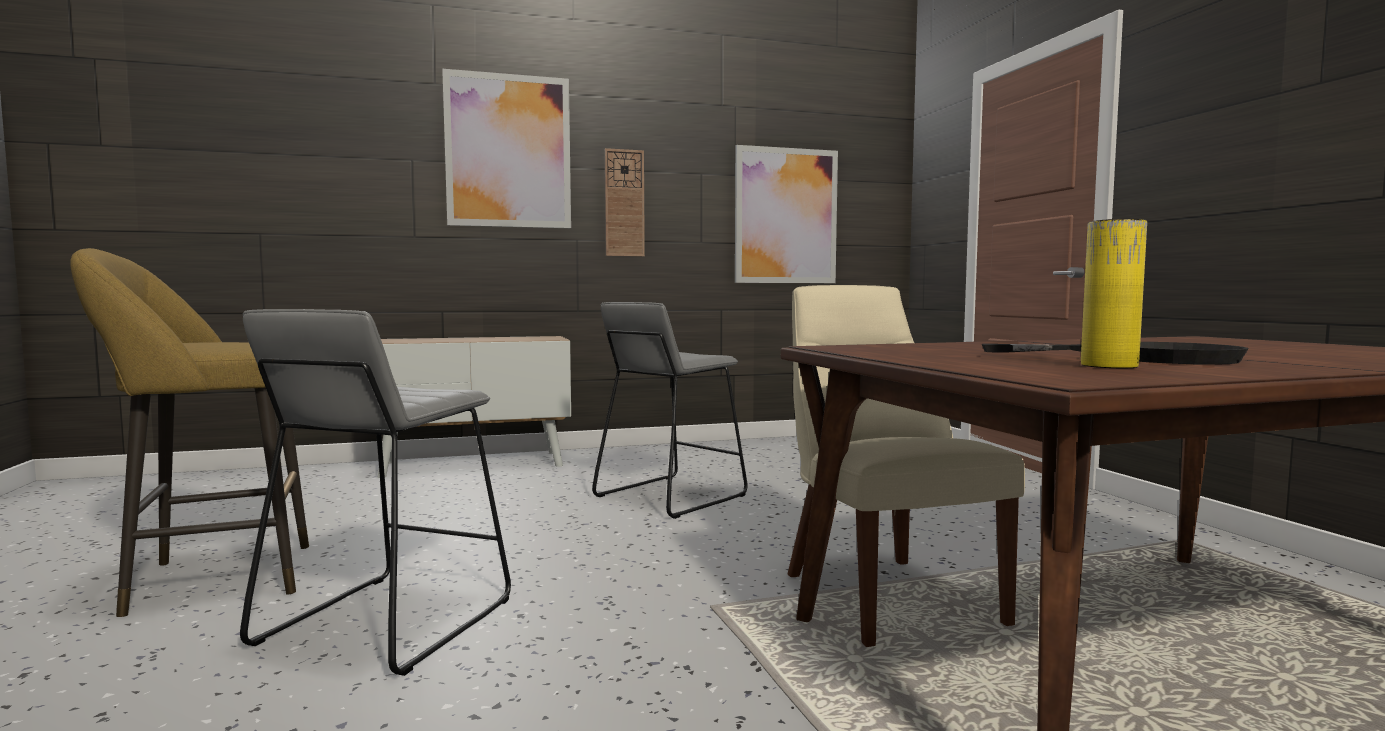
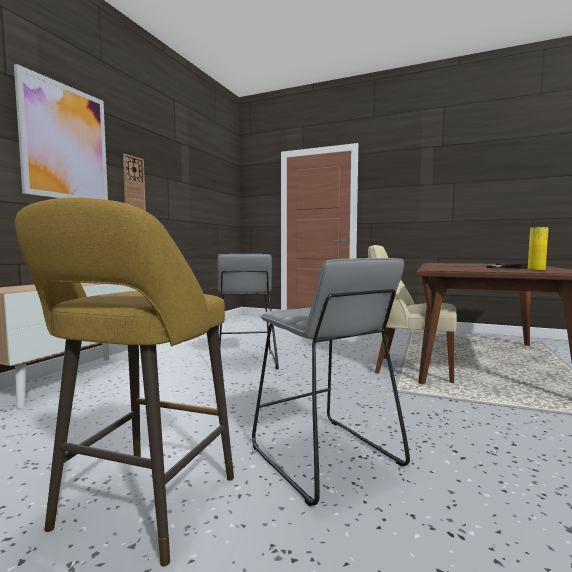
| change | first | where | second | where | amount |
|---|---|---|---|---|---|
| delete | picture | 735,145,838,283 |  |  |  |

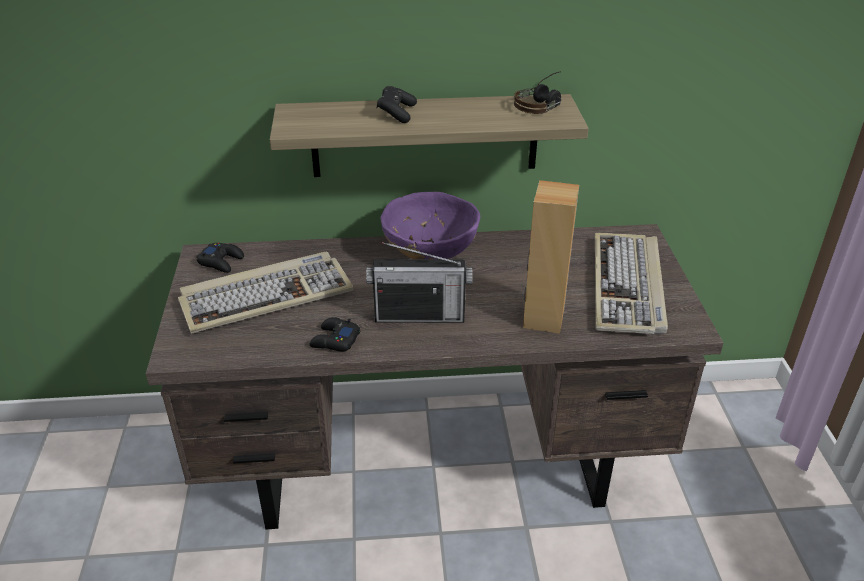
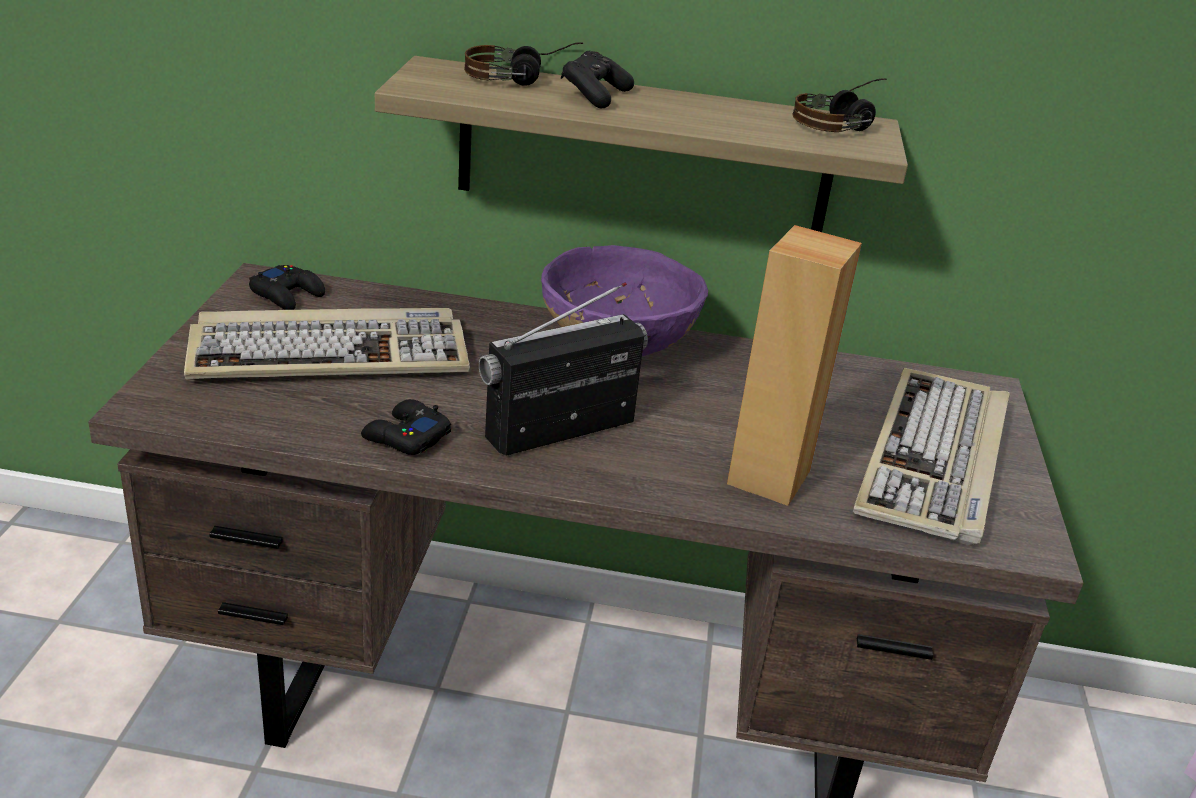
| change | first | where | second | where | amount |
|---|---|---|---|---|---|
| insert |  |  | headphones | 464,42,583,86 |  |
| rotate | radio | 366,242,473,323 |  | 479,282,648,456 | 135 degrees clockwise |

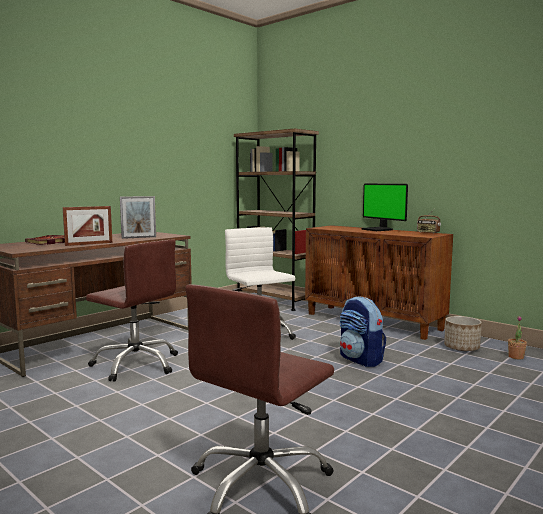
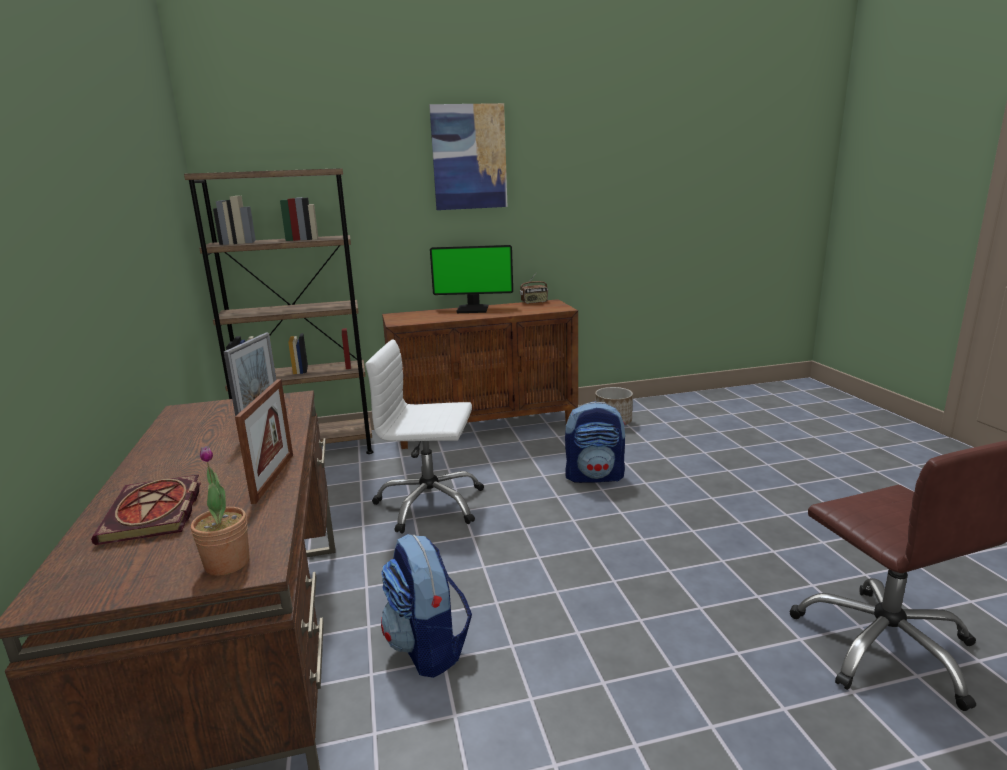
| change | first | where | second | where | amount |
|---|---|---|---|---|---|
| move | potted plant | 508,316,527,360 |  | 191,446,250,576 |  |
| replace | office chair in brown | 86,240,178,382 | backpack | 381,534,472,678 |  |
| insert |  |  | picture | 429,103,507,210 |  |

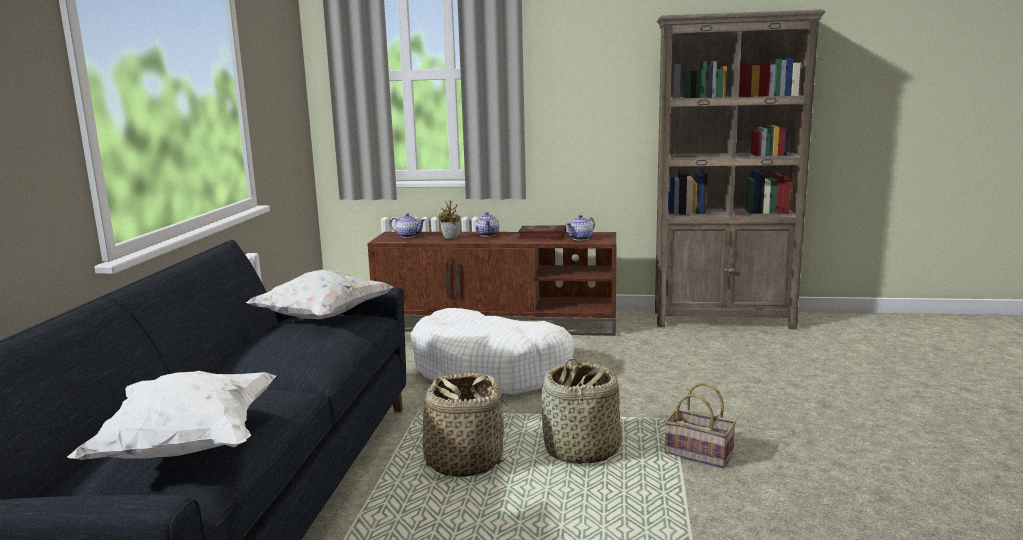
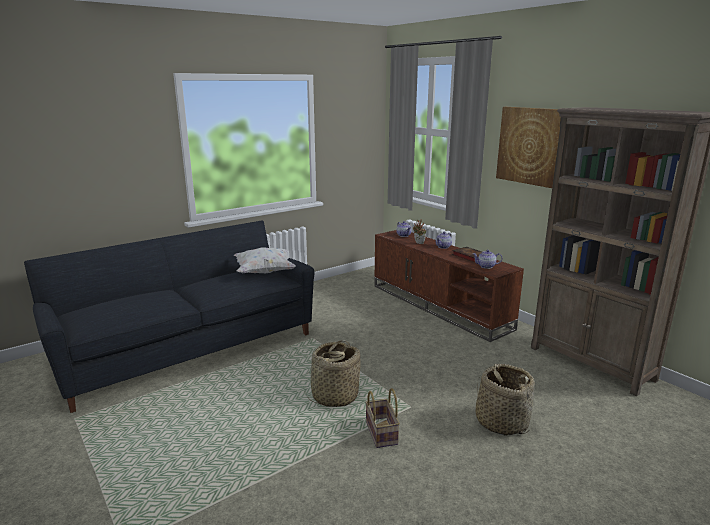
| change | first | where | second | where | amount |
|---|---|---|---|---|---|
| move | basket | 408,373,513,477 |  | 476,363,535,436 |  |
| insert |  |  | picture | 496,107,561,188 |  |
| delete | pillow in white | 67,371,276,460 |  |  |  |
| delete | dog bed in white | 411,308,575,394 |  |  |  |

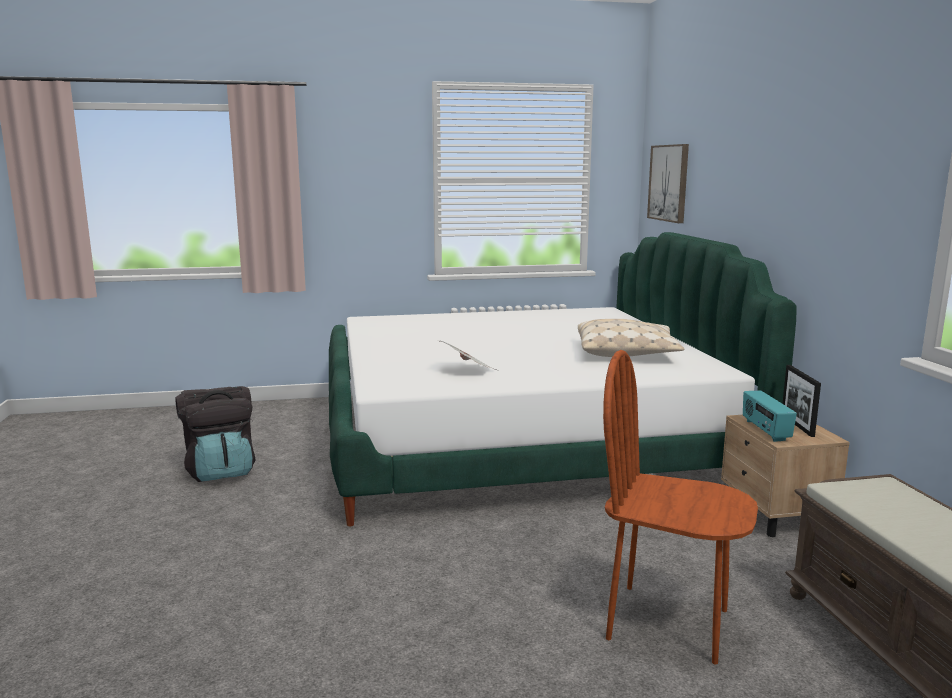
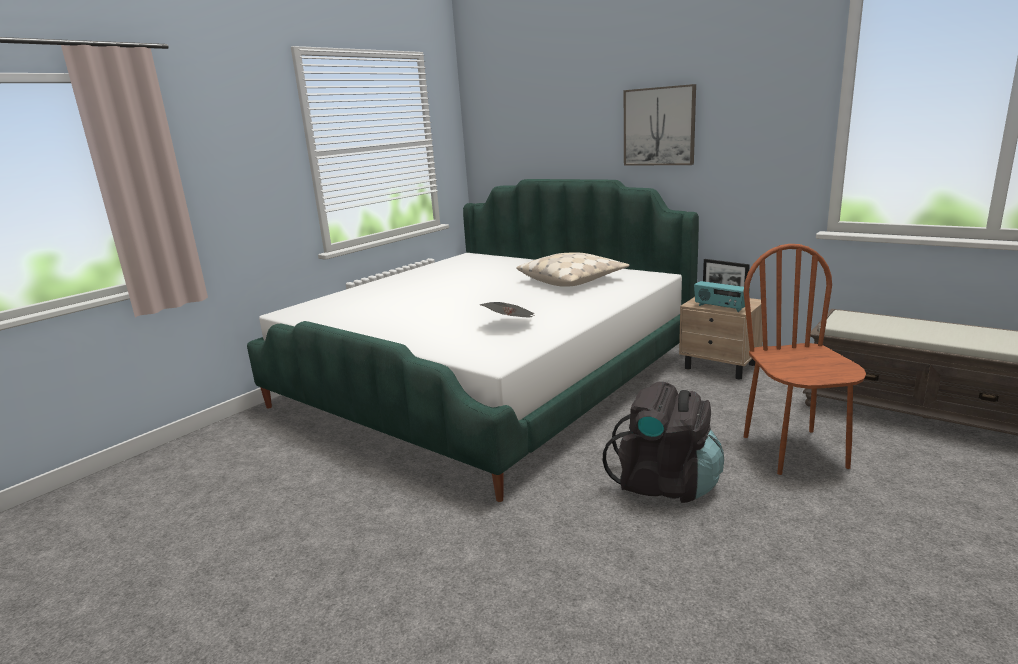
| change | first | where | second | where | amount |
|---|---|---|---|---|---|
| move | backpack in black | 175,386,256,482 |  | 603,382,724,503 |  |
| move | picture | 647,144,689,223 |  | 624,84,696,166 |  |
| rotate | chair in brown | 603,350,758,665 |  | 744,244,866,475 | 105 degrees clockwise |

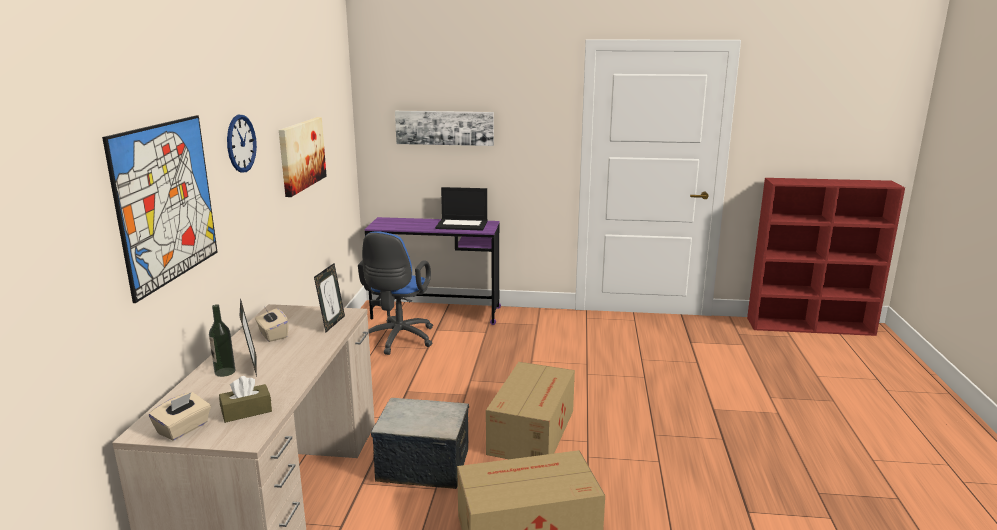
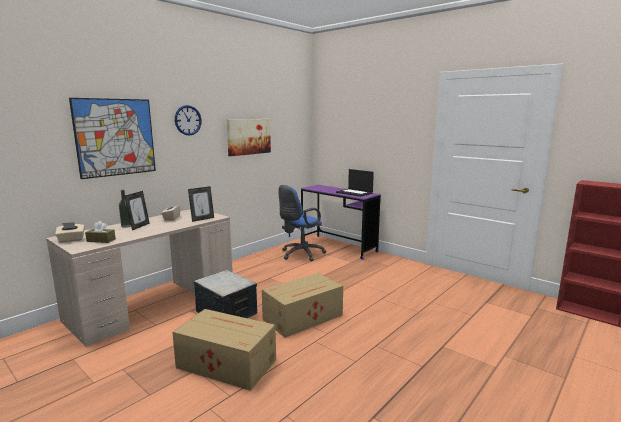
| change | first | where | second | where | amount |
|---|---|---|---|---|---|
| delete | picture | 395,111,494,146 |  |  |  |

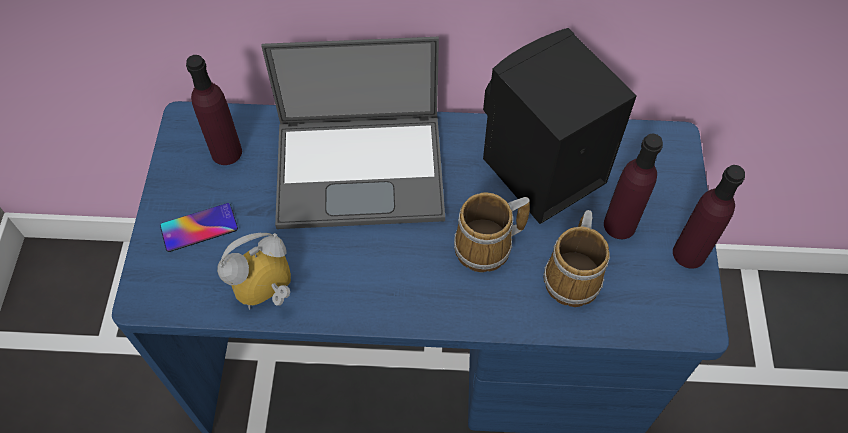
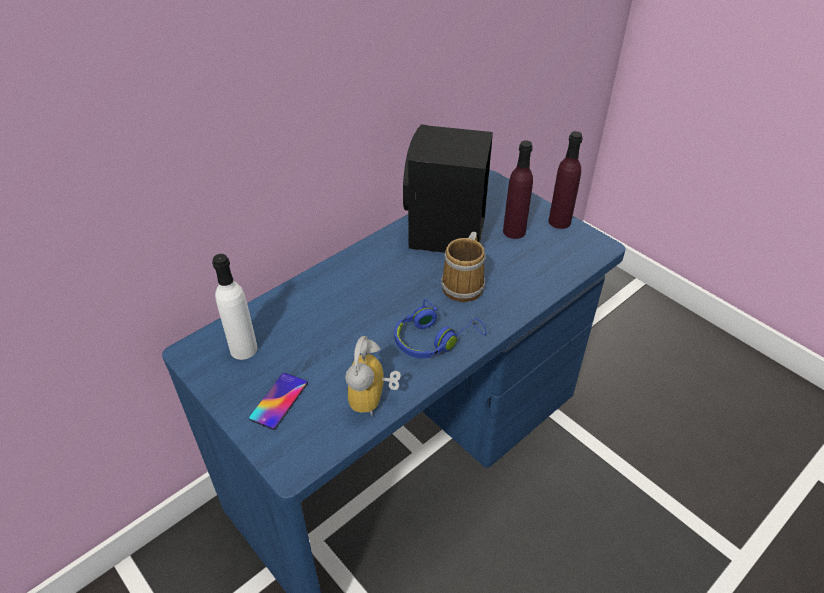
| change | first | where | second | where | amount |
|---|---|---|---|---|---|
| recolor | bottle in purple | 186,55,242,165 | bottle in white | 212,254,257,360 |  |
| insert |  |  | headphones in blue | 394,299,486,358 |  |
| delete | laptop | 261,37,445,229 |  |  |  |
| delete | mug | 543,210,610,307 |  |  |  |

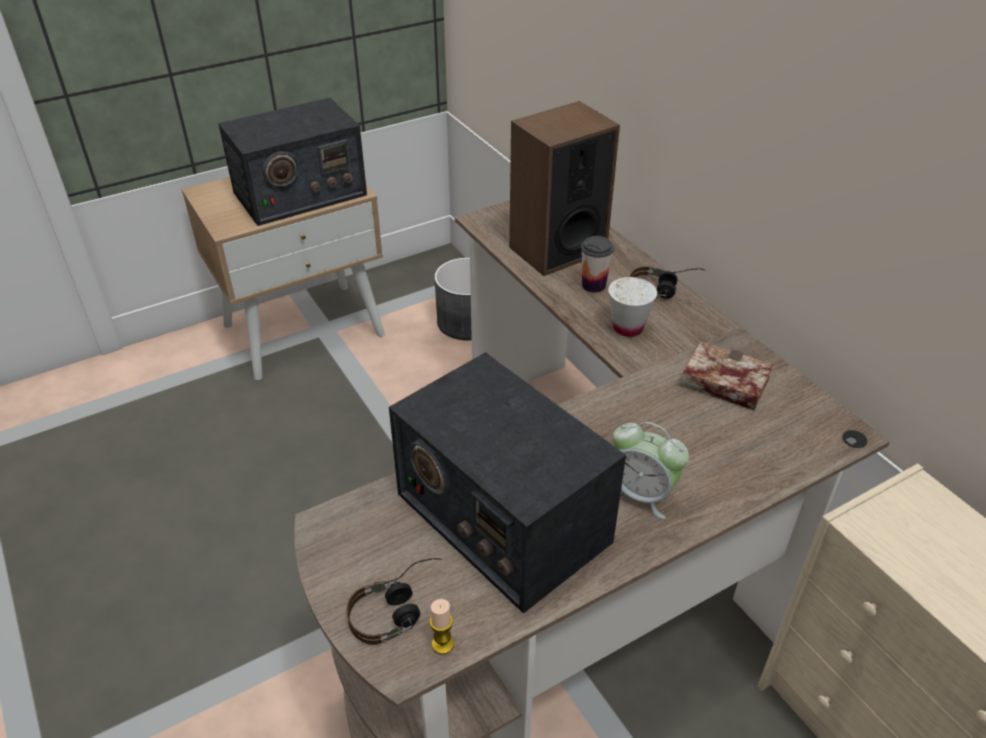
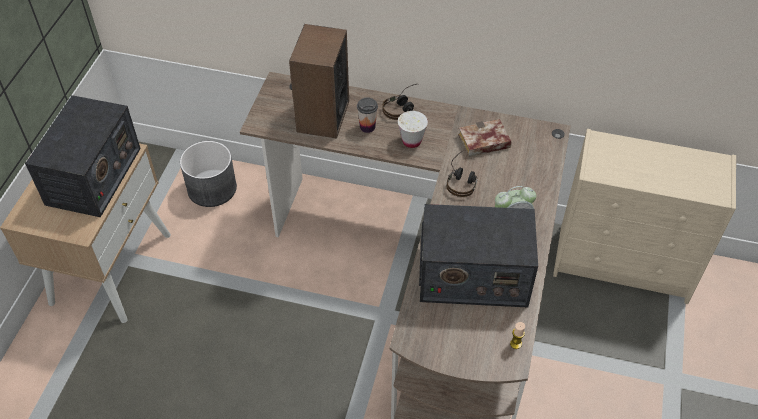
| change | first | where | second | where | amount |
|---|---|---|---|---|---|
| move | headphones | 346,558,442,645 |  | 447,151,477,197 |  |

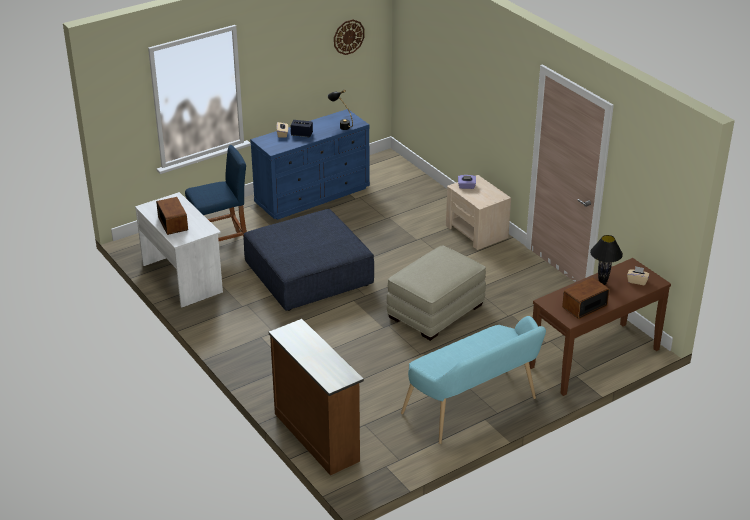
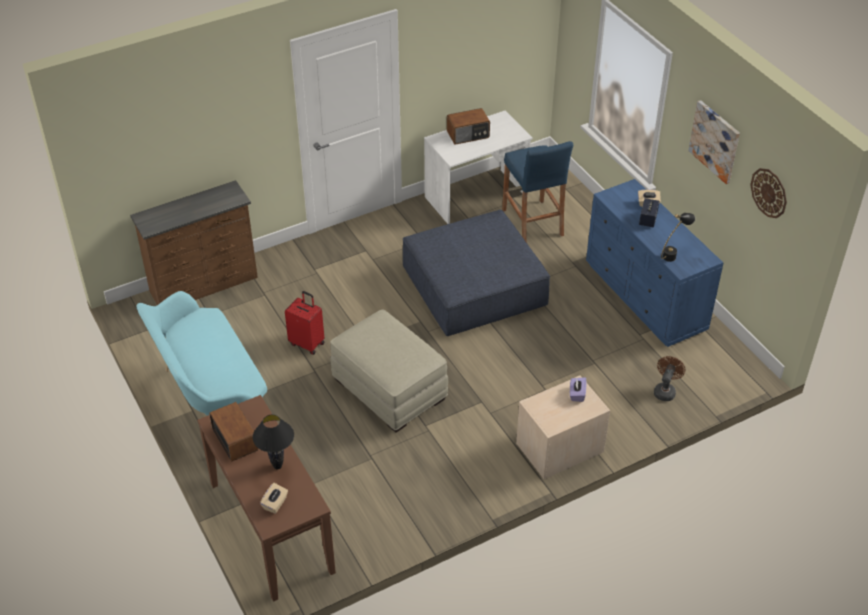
| change | first | where | second | where | amount |
|---|---|---|---|---|---|
| insert |  |  | suitcase in red | 285,291,325,355 |  |
| insert |  |  | fan in brown | 654,356,685,401 |  |
| insert |  |  | picture | 688,100,740,184 |  |

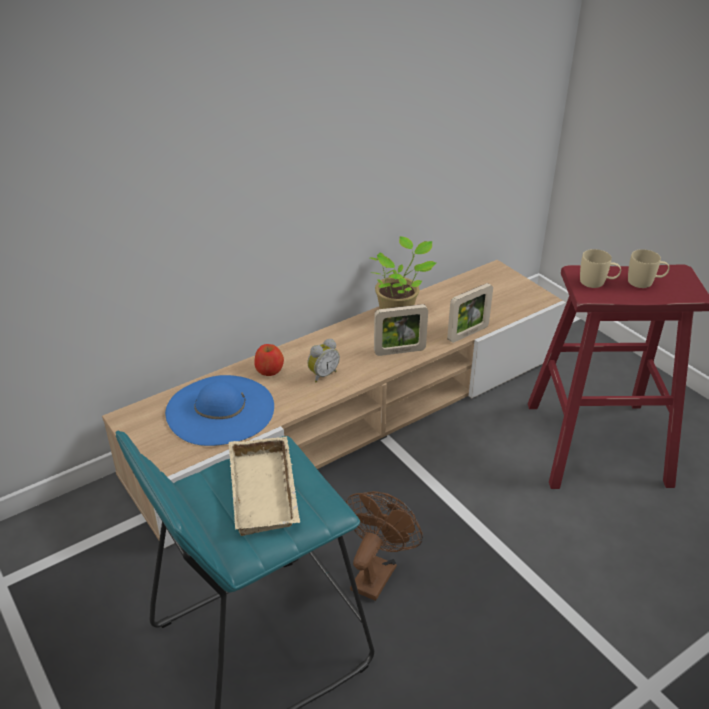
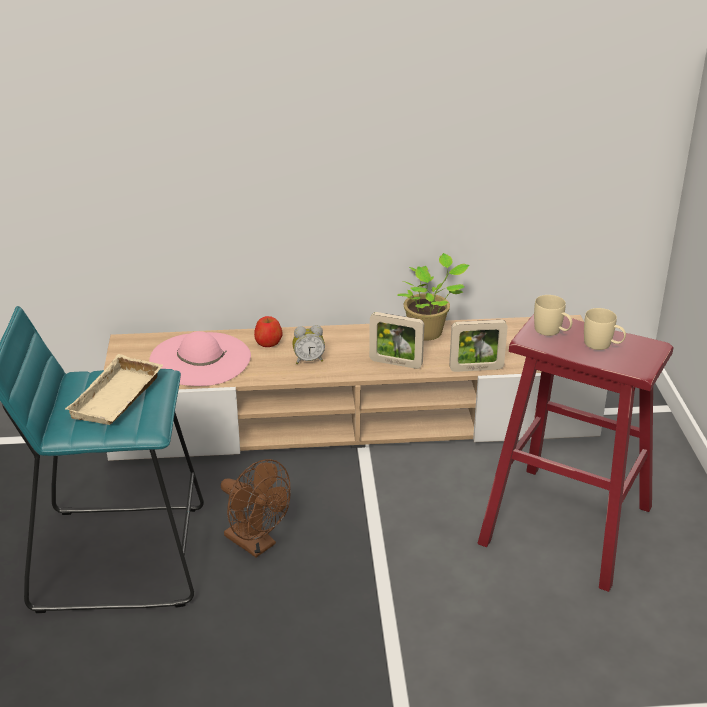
| change | first | where | second | where | amount |
|---|---|---|---|---|---|
| recolor | hat in blue | 165,375,274,446 | hat in pink | 149,331,251,386 |  |
| rotate | fan in brown | 346,491,423,601 |  | 221,459,291,557 | 75 degrees clockwise |

